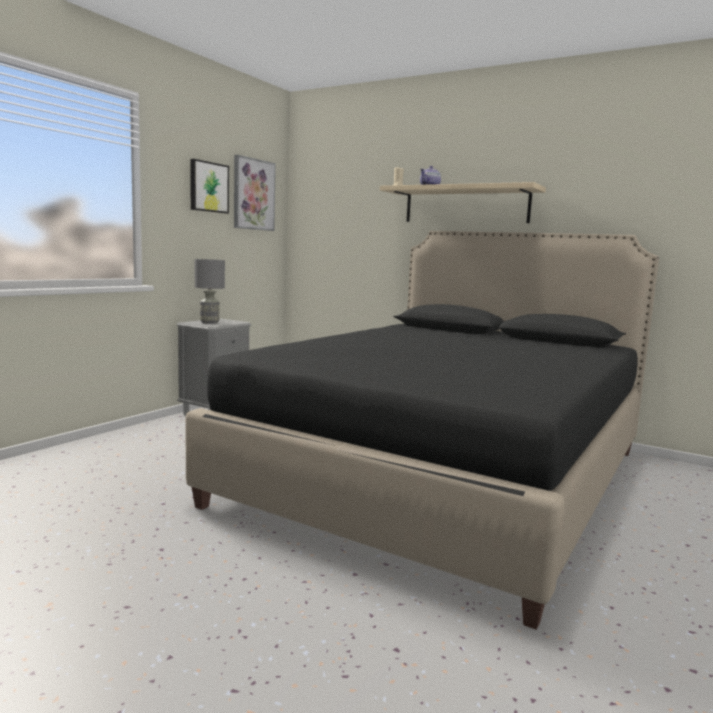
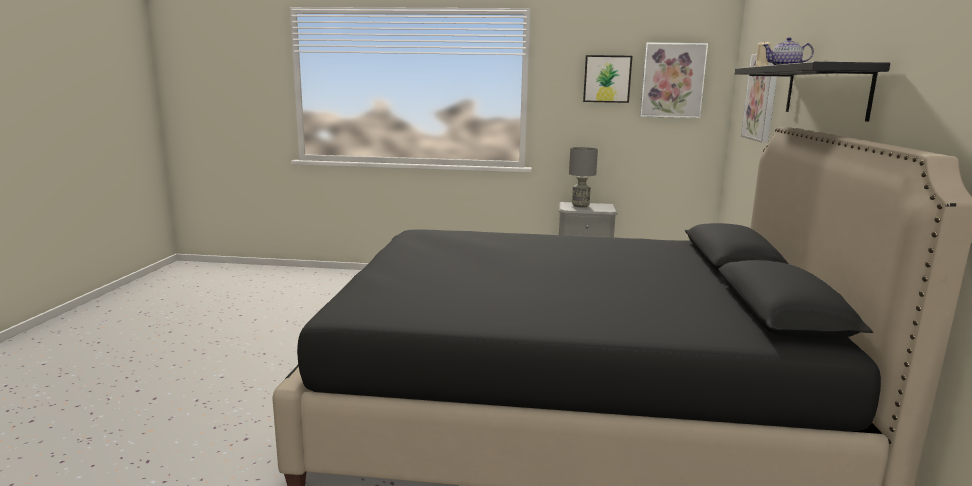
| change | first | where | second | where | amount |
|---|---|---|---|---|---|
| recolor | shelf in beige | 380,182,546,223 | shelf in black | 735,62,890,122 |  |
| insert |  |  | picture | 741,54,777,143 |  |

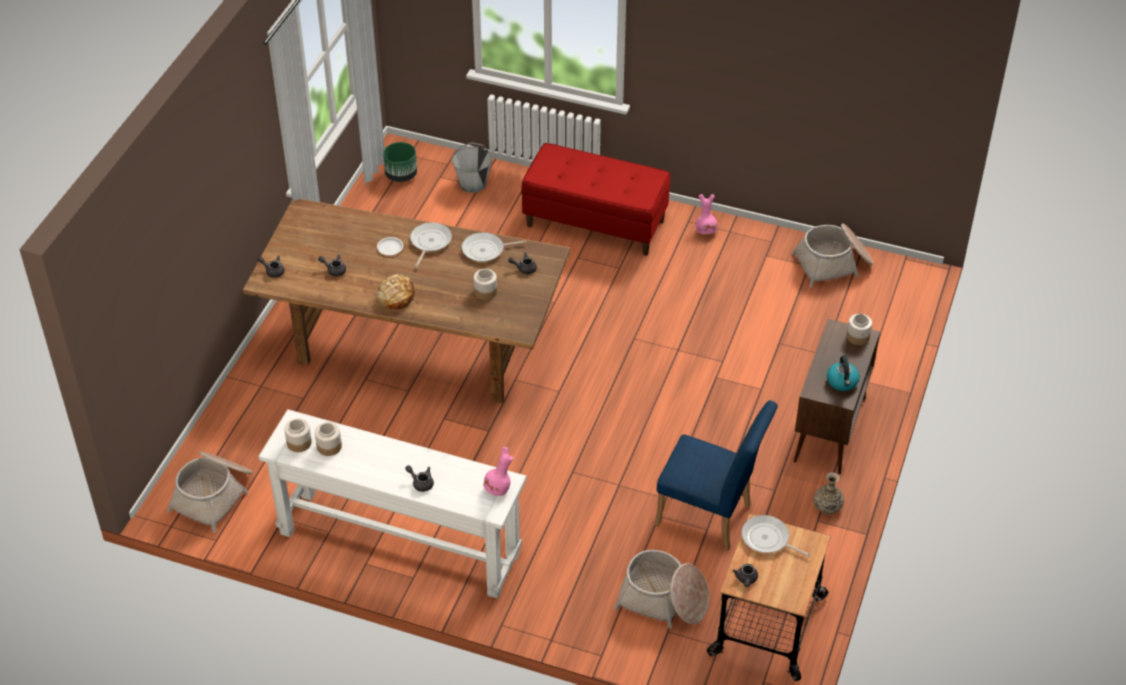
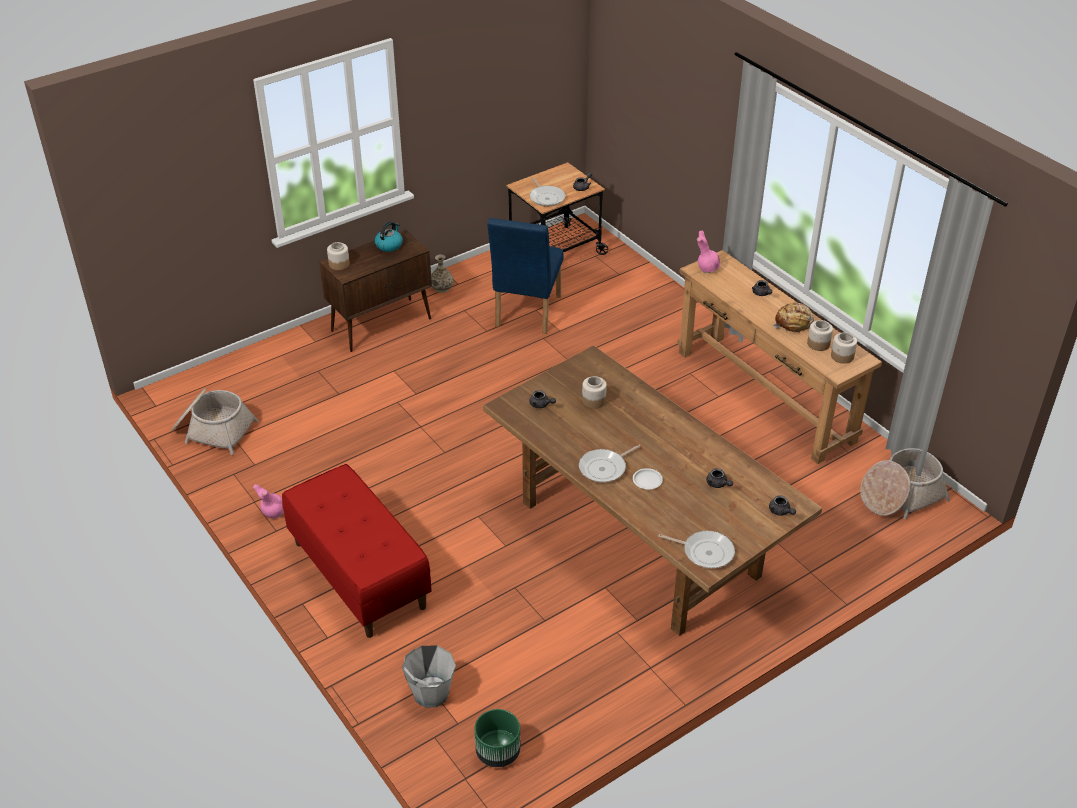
| change | first | where | second | where | amount |
|---|---|---|---|---|---|
| rotate | chair in blue | 655,400,778,551 |  | 487,218,564,334 | 135 degrees counterclockwise |
| move | frying pan | 462,232,526,262 |  | 658,531,735,568 |  |
| recolor | console table in white | 258,409,527,599 | console table in brown | 677,250,882,464 |  |
| move | bread | 377,274,415,310 |  | 773,302,814,333 |  |
| delete | basket | 614,550,710,628 |  |  |  |

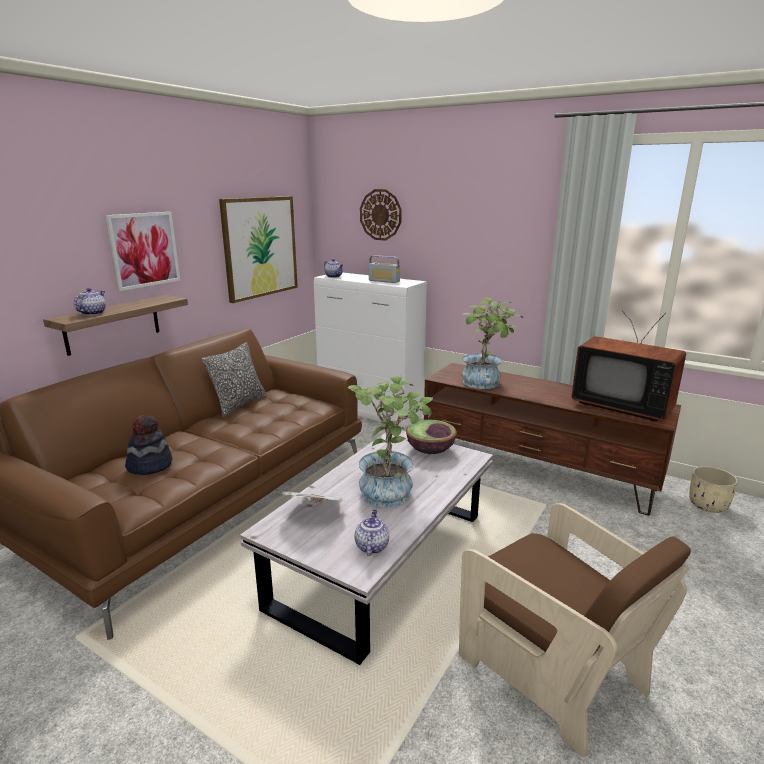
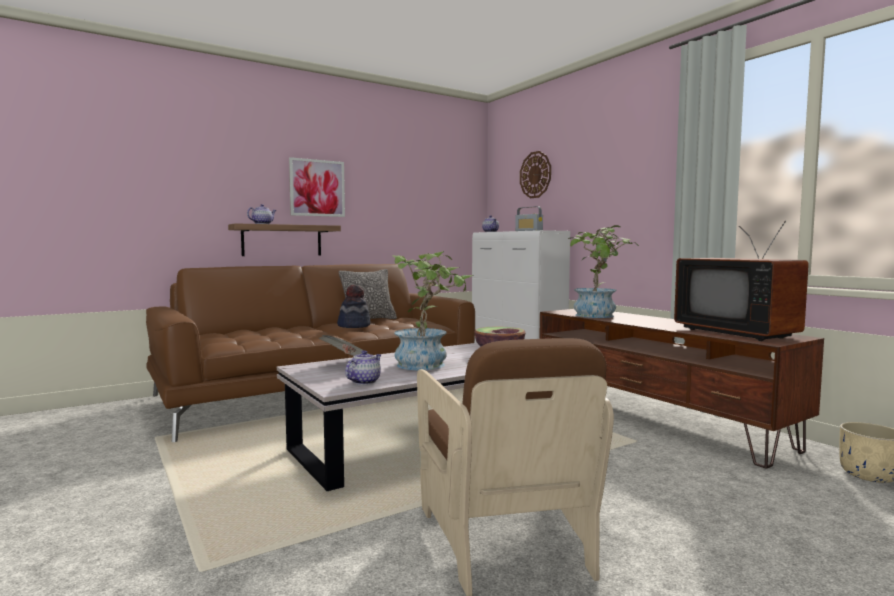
| change | first | where | second | where | amount |
|---|---|---|---|---|---|
| move | hat | 125,415,172,475 |  | 337,285,371,328 |  |
| delete | picture | 219,196,298,303 |  |  |  |

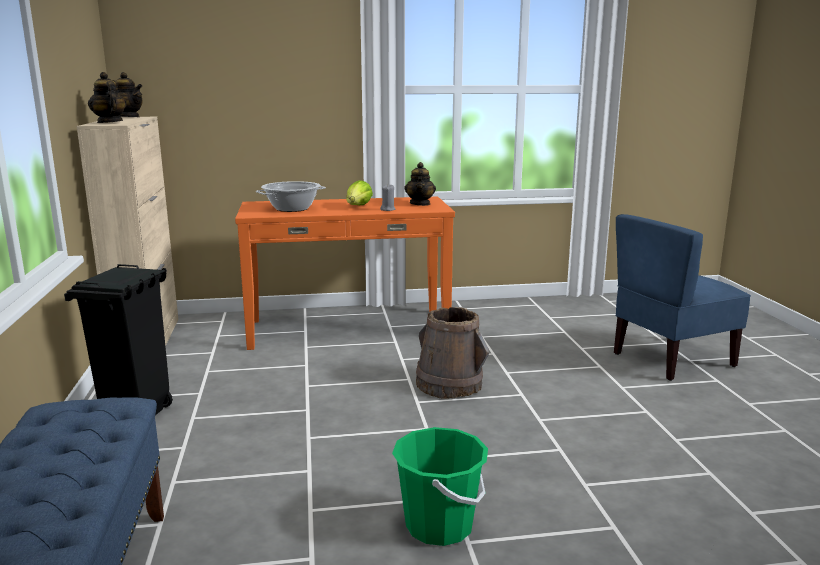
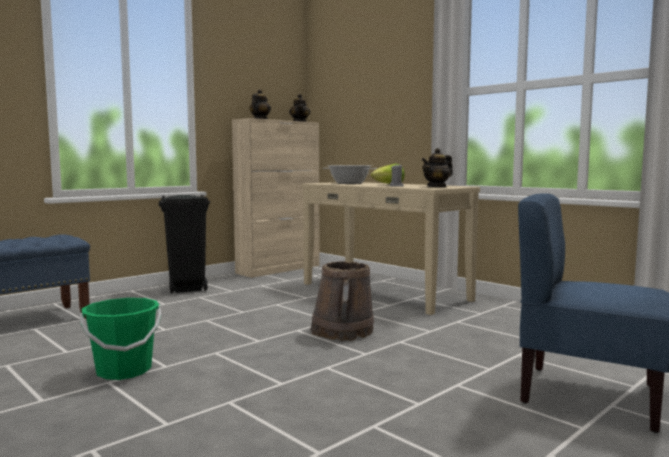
| change | first | where | second | where | amount |
|---|---|---|---|---|---|
| recolor | console table in orange | 235,196,455,350 | console table in beige | 302,182,480,315 |  |

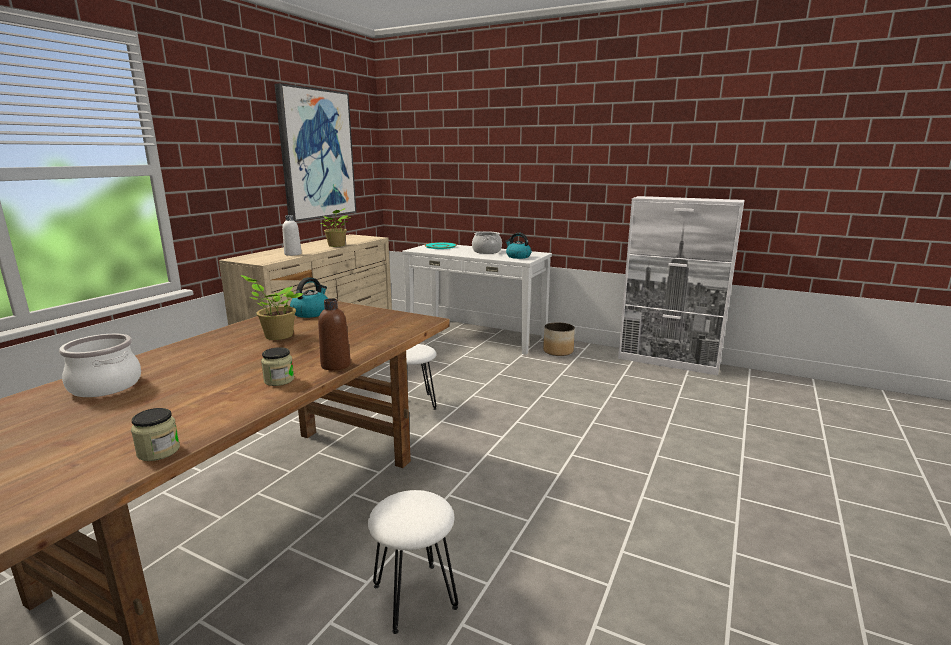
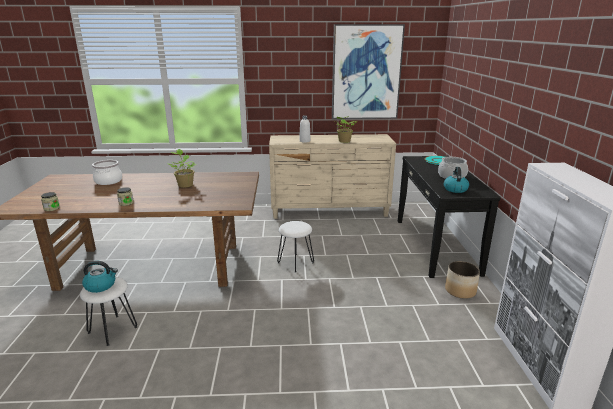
| change | first | where | second | where | amount |
|---|---|---|---|---|---|
| move | kettle | 290,277,328,318 |  | 82,261,118,293 |  |
| recolor | console table in white | 402,245,552,355 | console table in black | 398,156,501,278 |  |
| delete | bottle in brown | 318,298,351,370 |  |  |  |

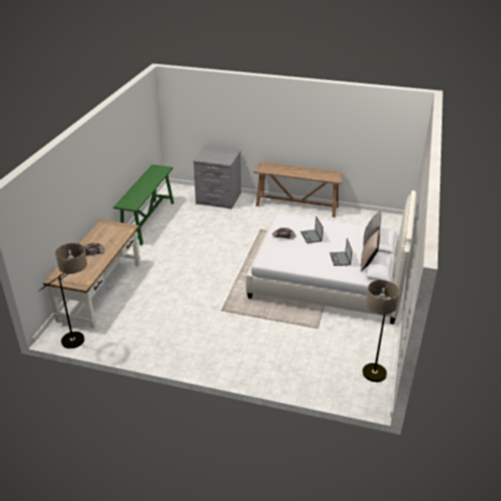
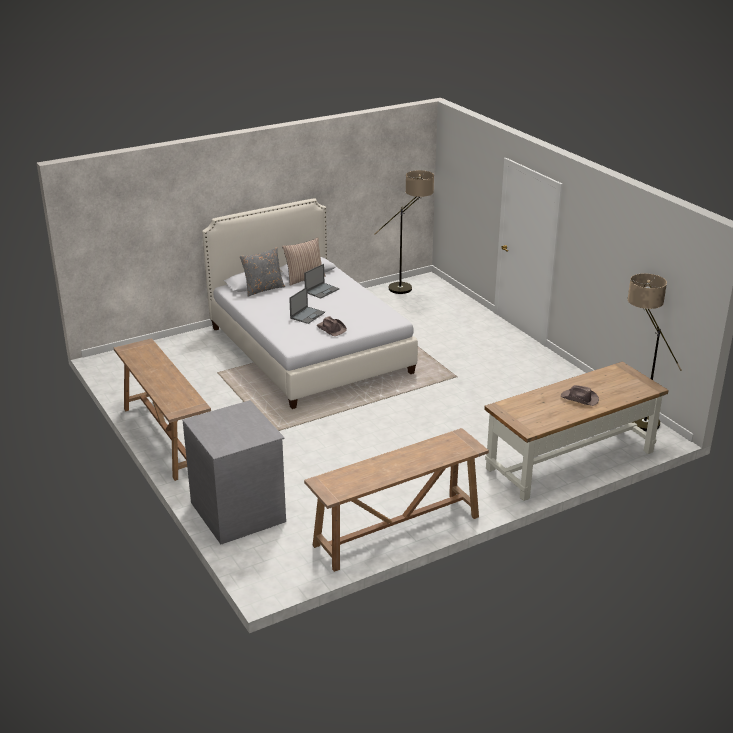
| change | first | where | second | where | amount |
|---|---|---|---|---|---|
| recolor | console table in green | 113,164,174,245 | console table in brown | 304,428,489,572 |  |

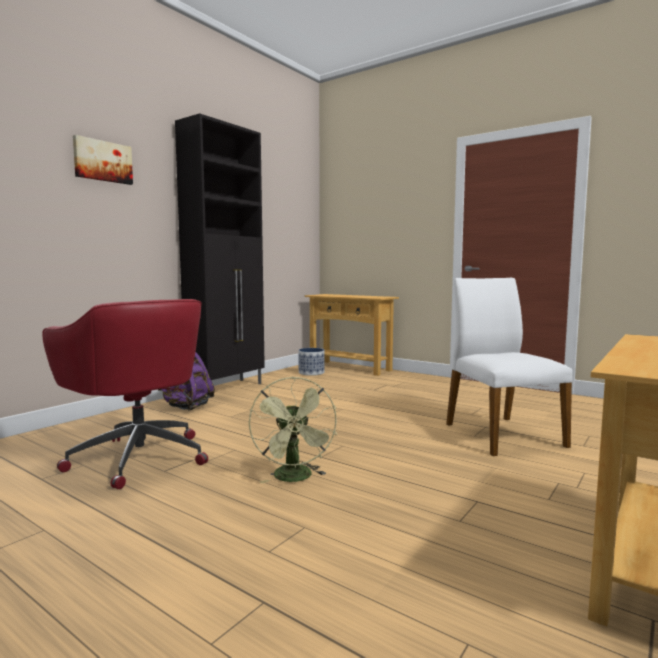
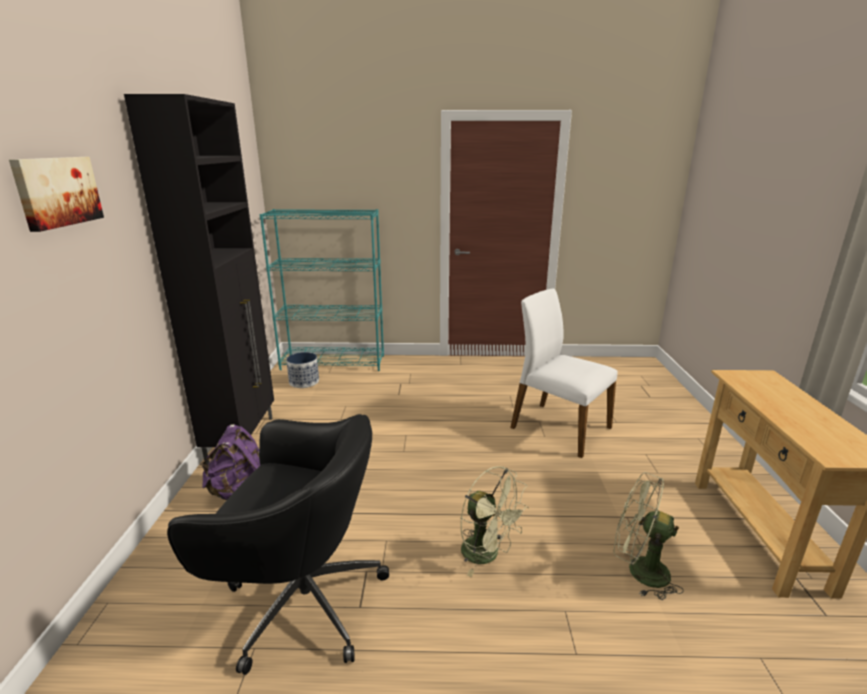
| change | first | where | second | where | amount |
|---|---|---|---|---|---|
| recolor | office chair in red | 42,299,208,489 | office chair in black | 167,414,389,675 |  |
| replace | console table in beige | 305,294,399,376 | bookcase in turquoise | 259,209,384,371 |  |
| insert |  |  | fan in green | 613,472,684,600 |  |

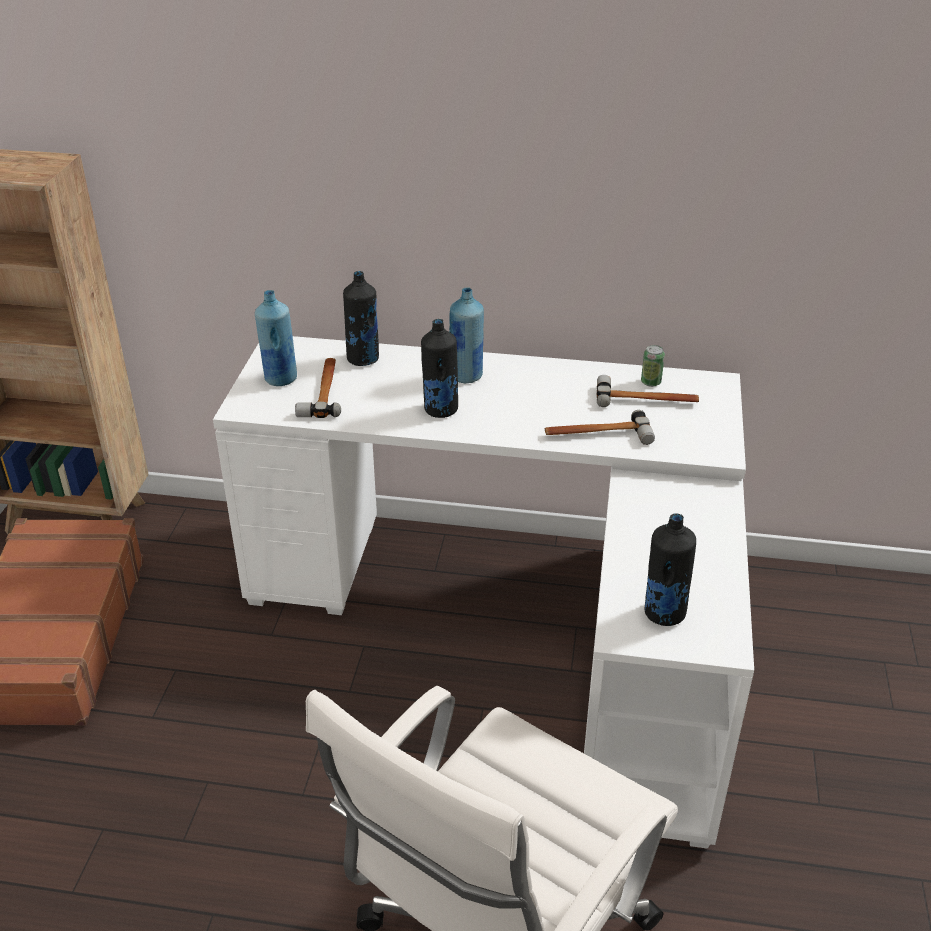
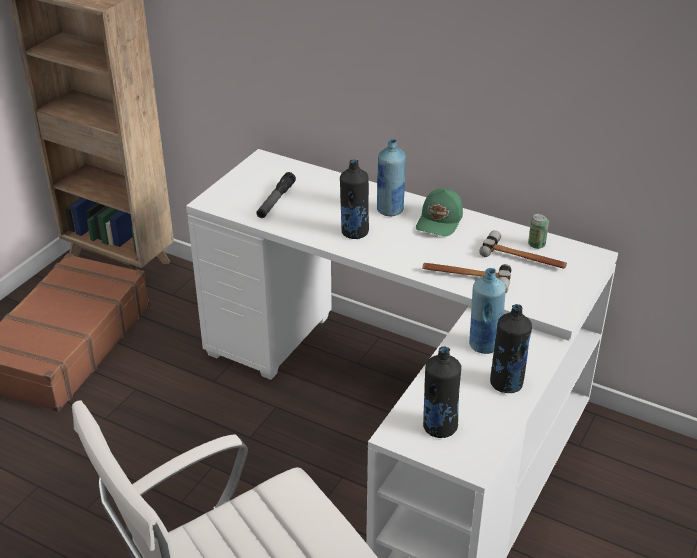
| change | first | where | second | where | amount |
|---|---|---|---|---|---|
| replace | hammer | 295,358,341,418 | flashlight | 256,172,296,218 |  |
| insert |  |  | cap in green | 416,188,463,236 |  |
| move | bottle in blue | 255,290,297,386 |  | 469,268,506,354 |  |
| move | bottle in black | 343,271,379,366 |  | 490,304,532,393 |  |

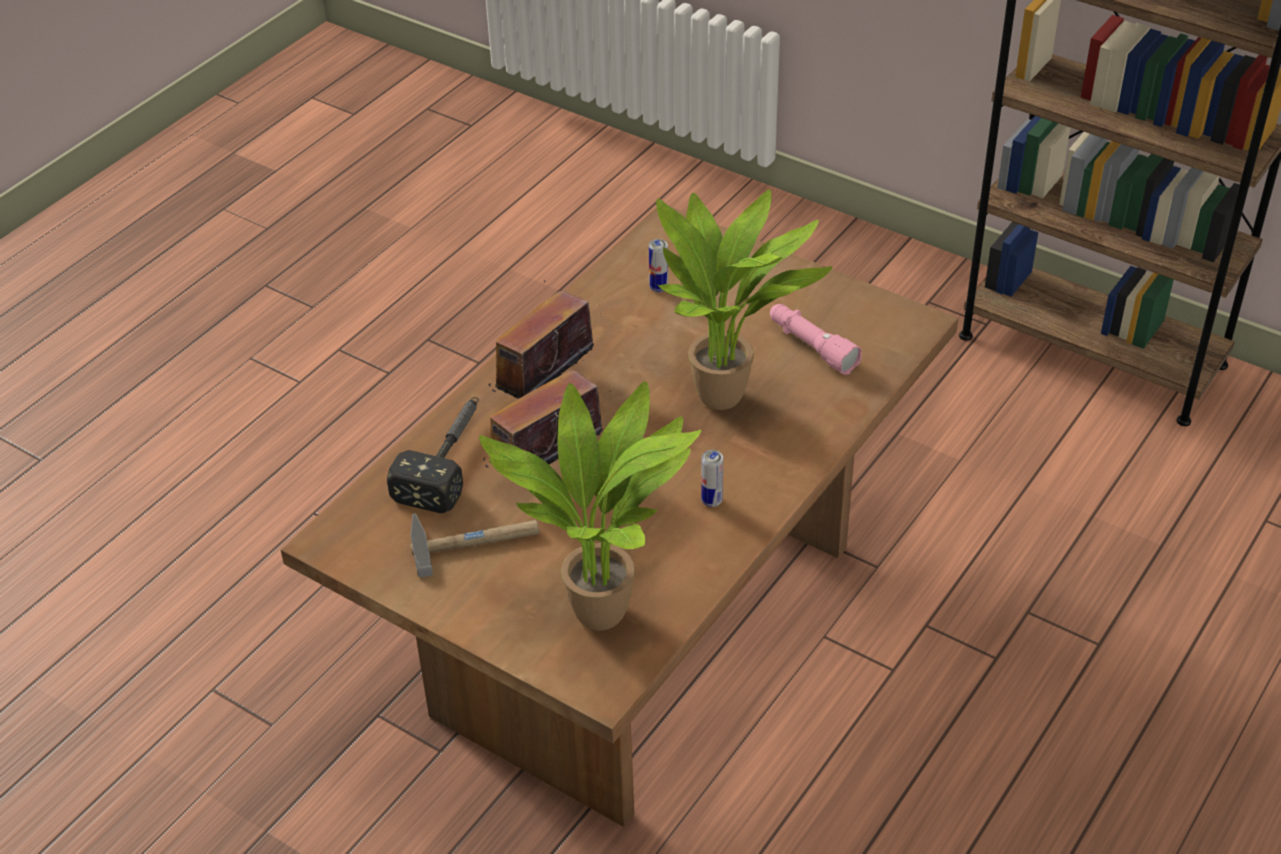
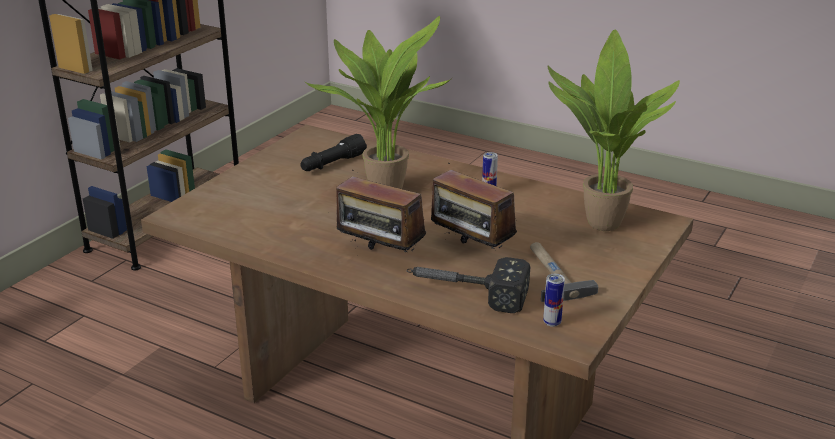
| change | first | where | second | where | amount |
|---|---|---|---|---|---|
| recolor | flashlight in pink | 770,304,862,375 | flashlight in black | 300,134,367,171 |  |
| move | can | 649,239,668,292 |  | 543,274,565,327 |  |

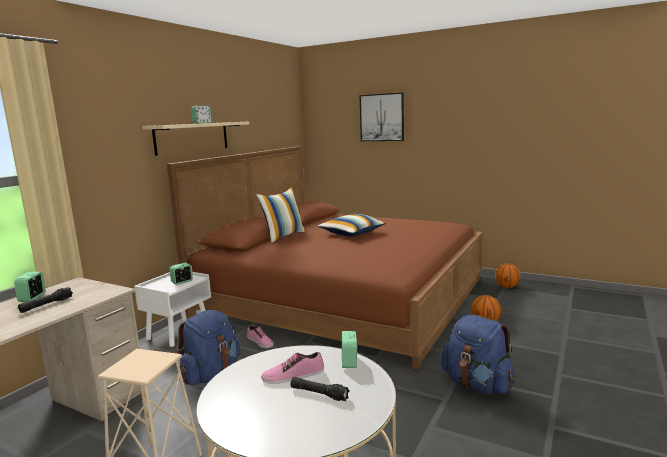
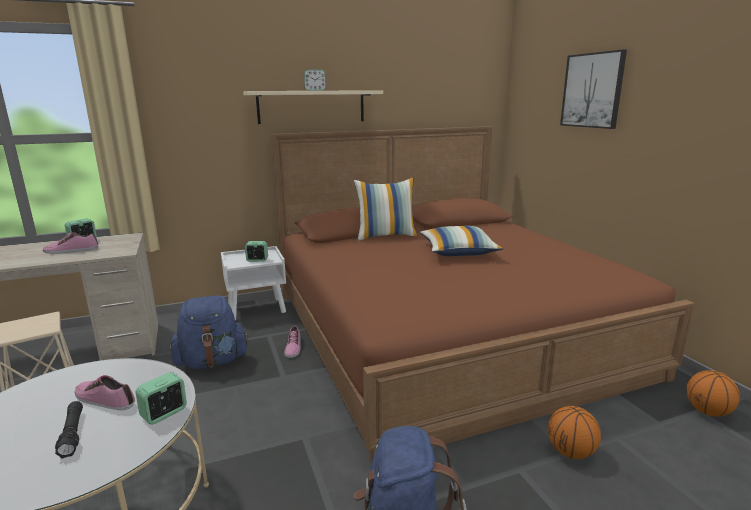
| change | first | where | second | where | amount |
|---|---|---|---|---|---|
| replace | flashlight in black | 18,287,73,313 | shoe | 43,232,98,254 |  |

